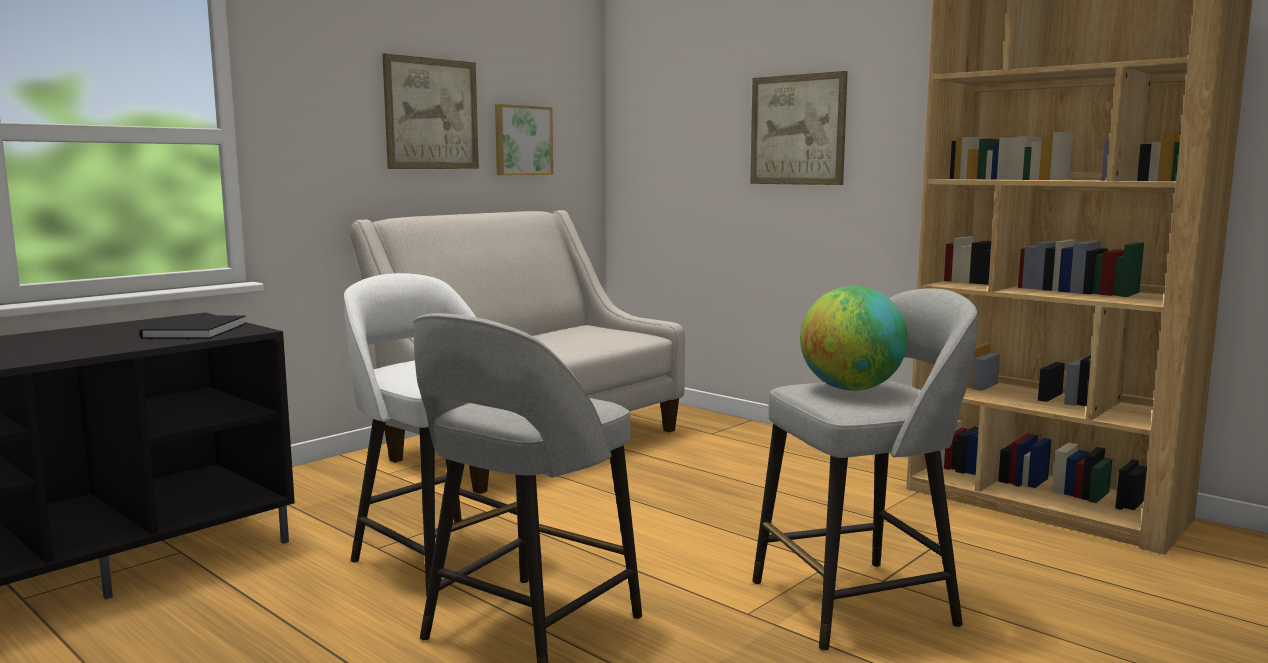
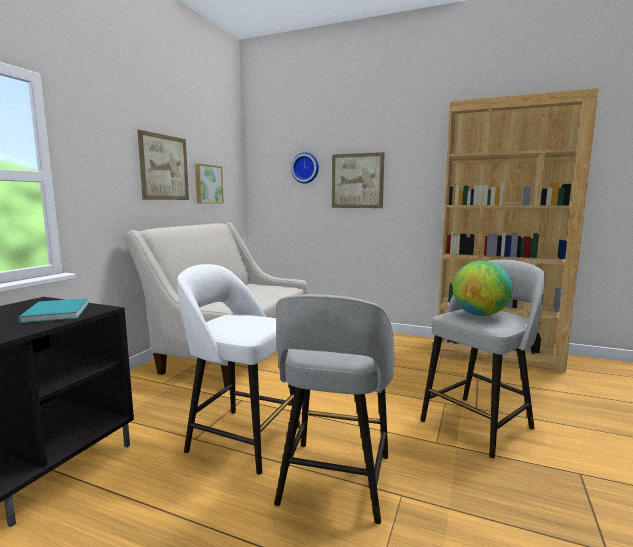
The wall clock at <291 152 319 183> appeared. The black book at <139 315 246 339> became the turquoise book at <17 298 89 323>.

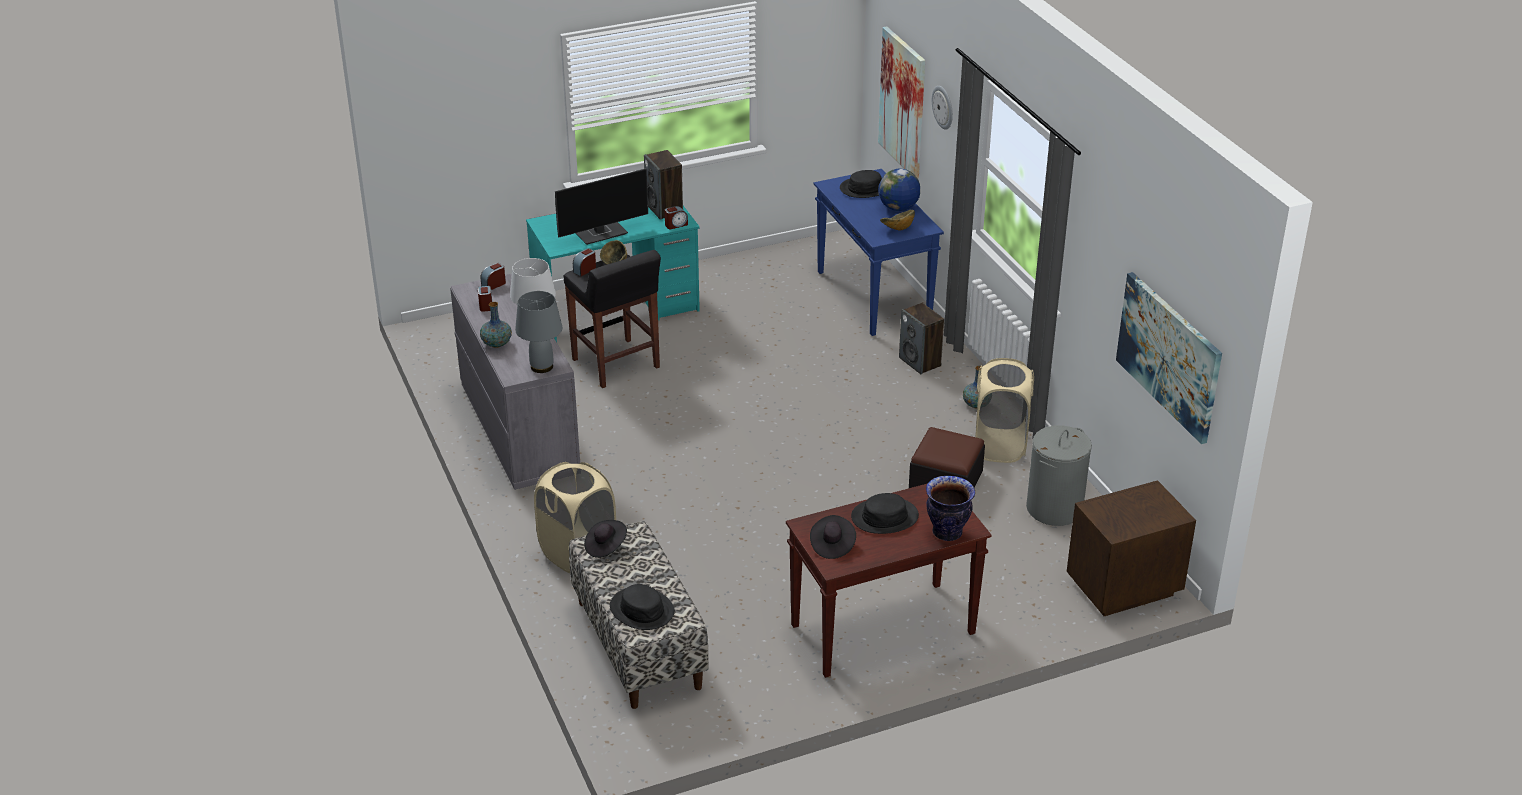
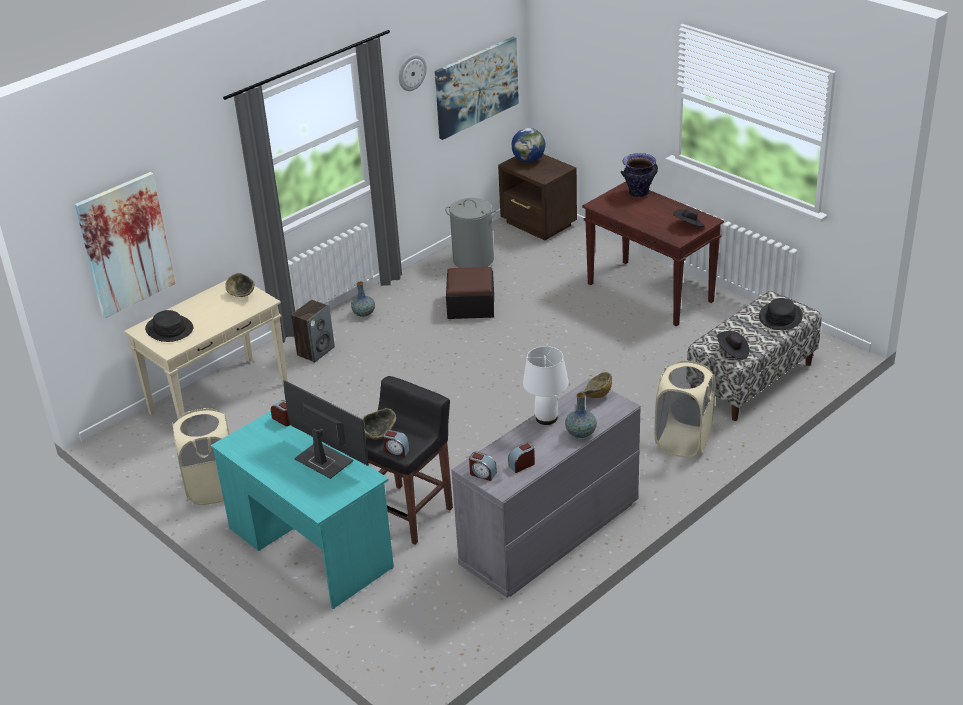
The speaker at <644 150 683 220> disappeared. The black hat at <851 493 919 534> disappeared. The globe moved from <878 169 920 211> to <512 128 546 163>. The wall clock moved from <932 86 953 130> to <399 54 427 91>. The beige laundry basket moved from <975 358 1034 463> to <172 408 229 505>. The grey table lamp at <515 291 562 373> was replaced by the bowl at <580 372 612 398>. The blue console table at <814 169 944 336> became the beige console table at <124 280 288 419>.

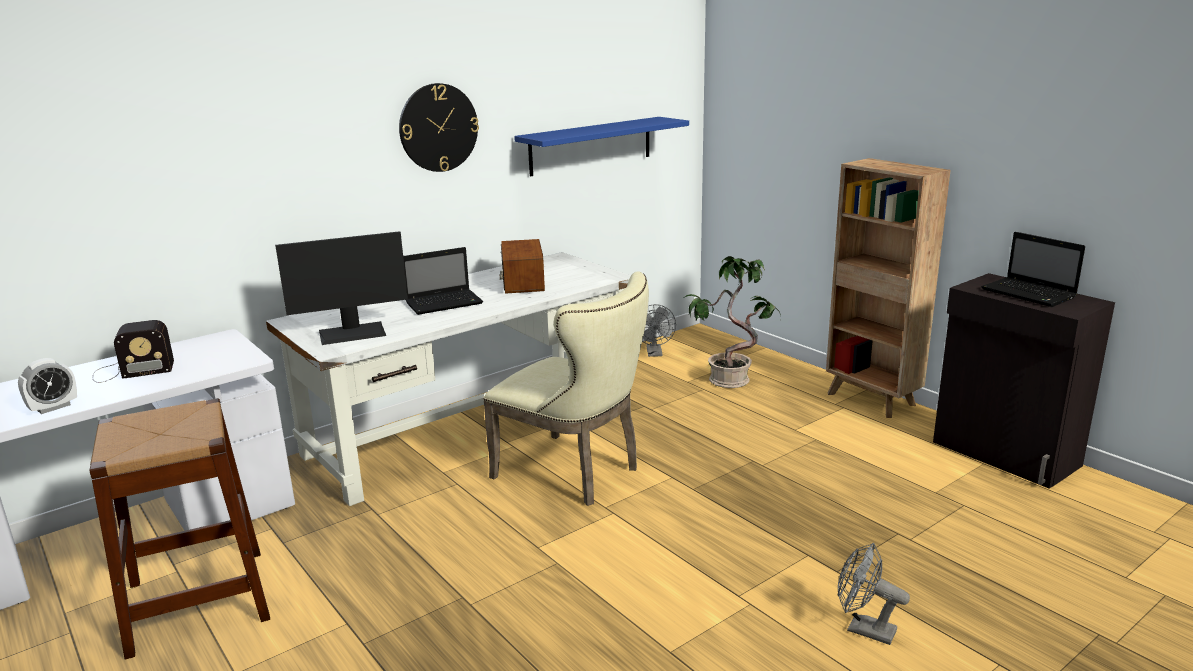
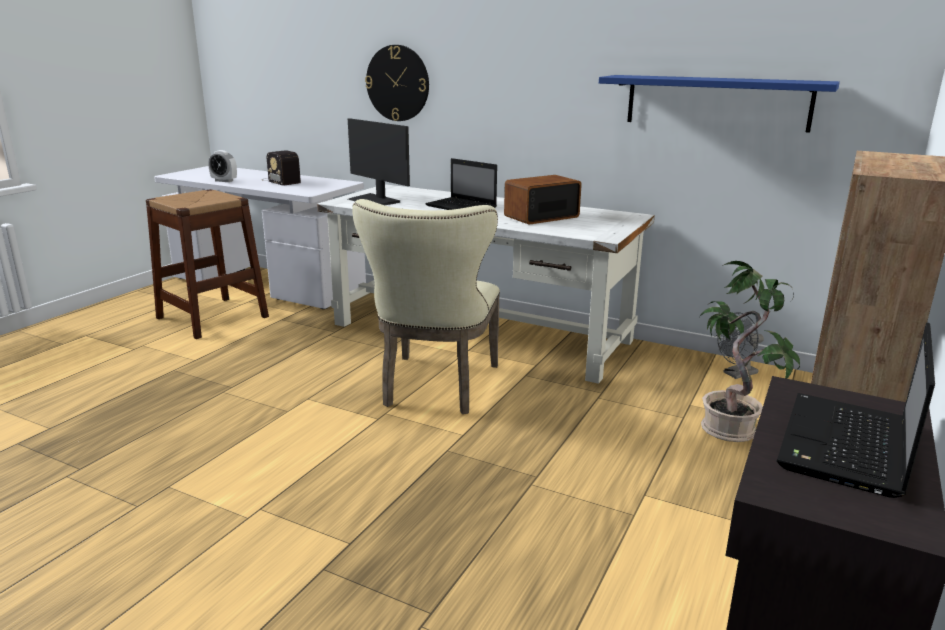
The grey fan at <838 543 910 645> disappeared. The wall clock moved from <399 83 479 172> to <365 45 429 121>.

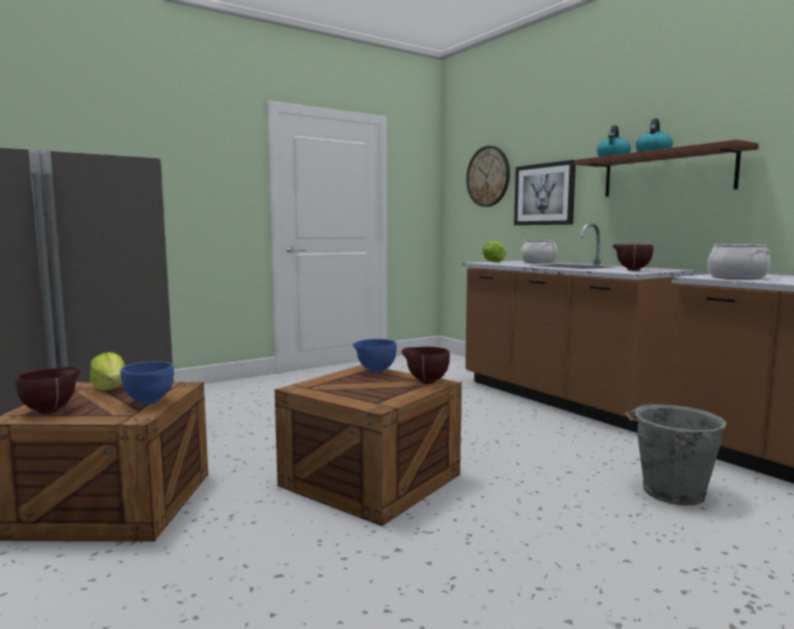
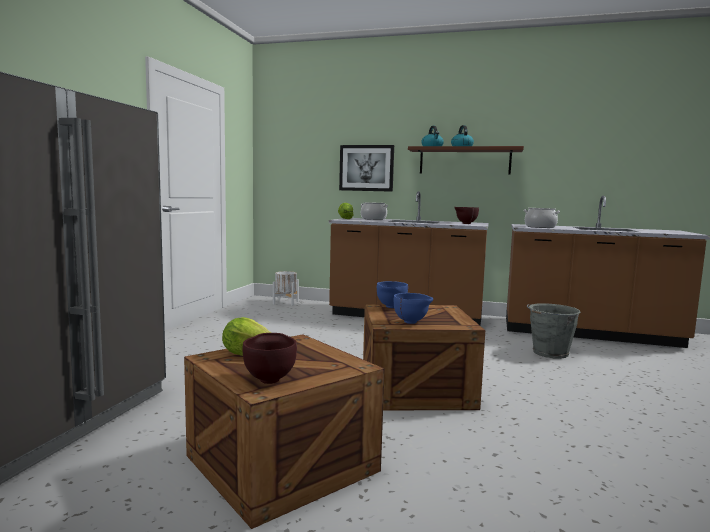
The brown bowl at <401 347 450 384> disappeared. The wall clock at <466 146 510 207> disappeared. The white planter at <273 271 299 306> appeared. The blue bowl moved from <120 361 174 405> to <394 293 433 324>.

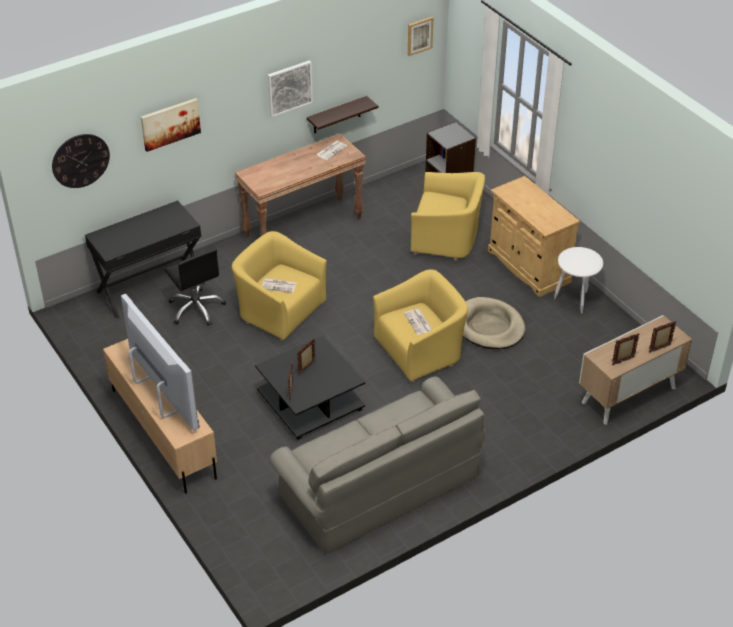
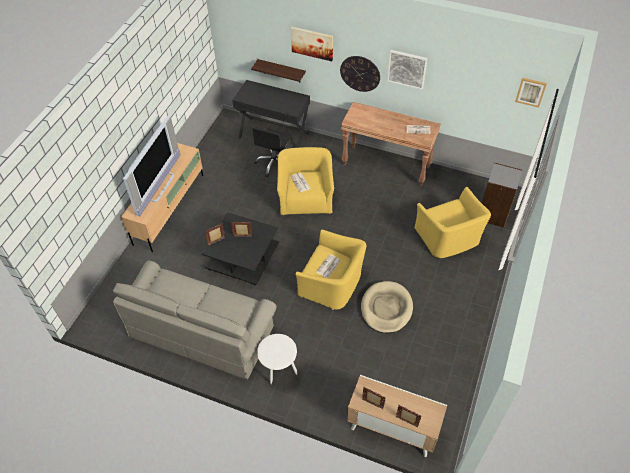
The beige cabinet at <488 176 580 297> disappeared. The wall clock moved from <52 134 110 188> to <340 56 380 92>. The shelf moved from <307 96 378 133> to <251 59 306 82>. The white side table moved from <554 247 603 314> to <257 334 297 384>.

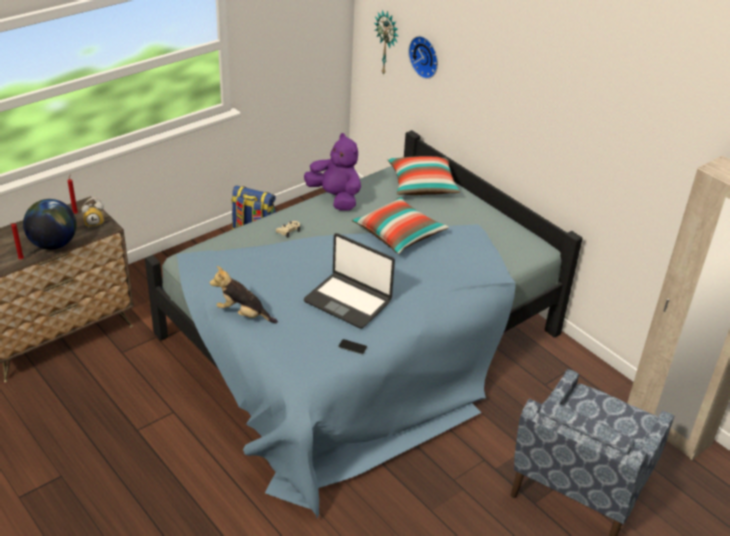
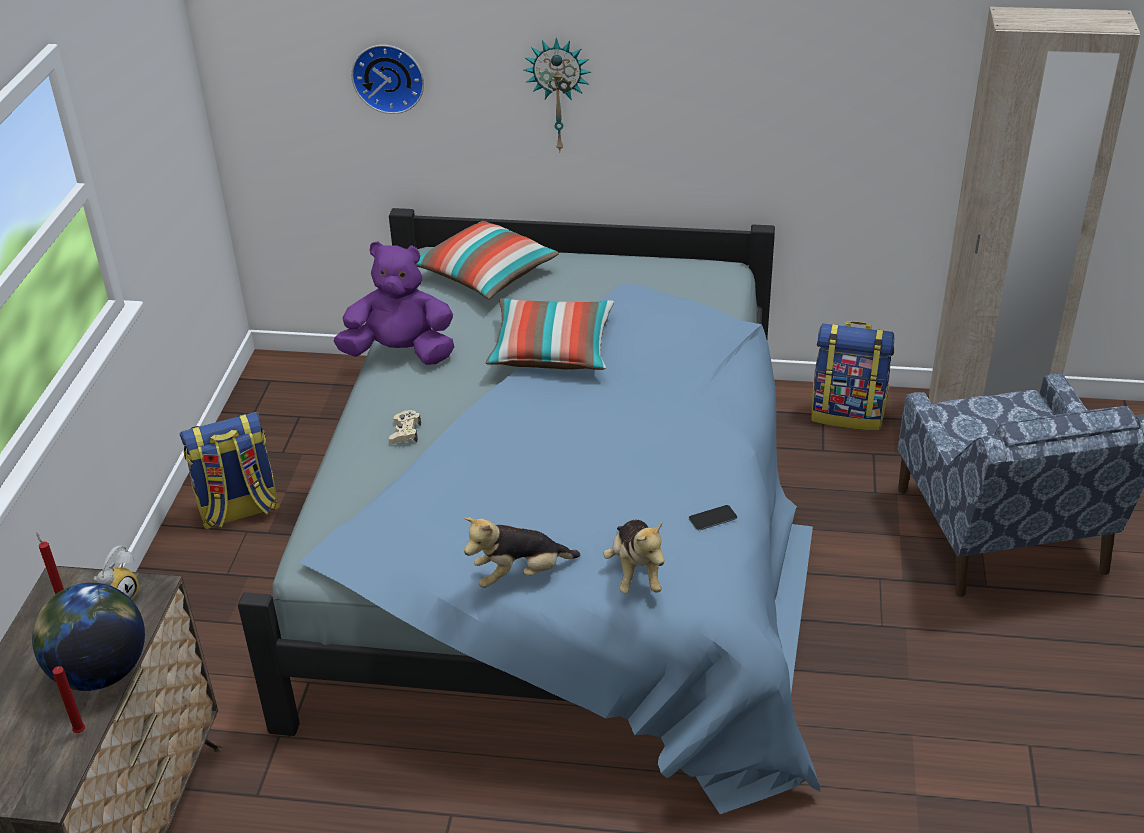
The laptop at <304 233 395 329> disappeared. The plush toy at <603 520 665 594> appeared. The backpack at <811 321 894 430> appeared. The wall clock moved from <374 10 399 76> to <524 38 591 151>.

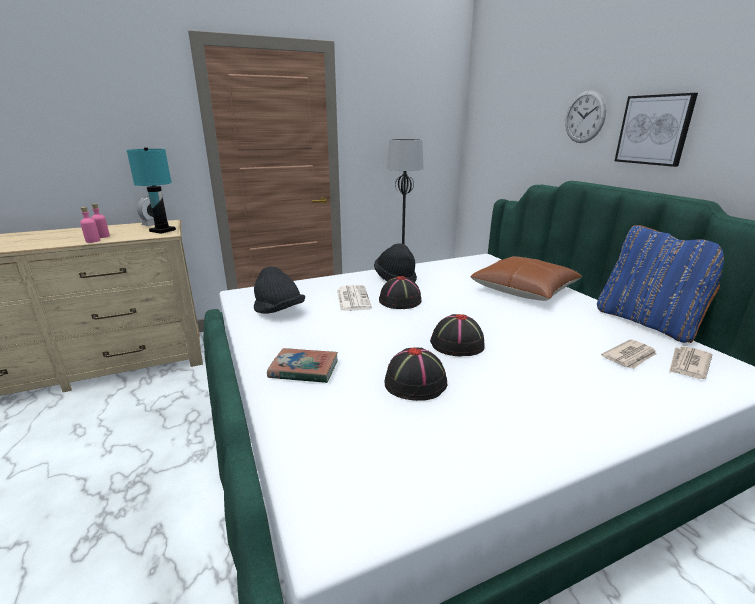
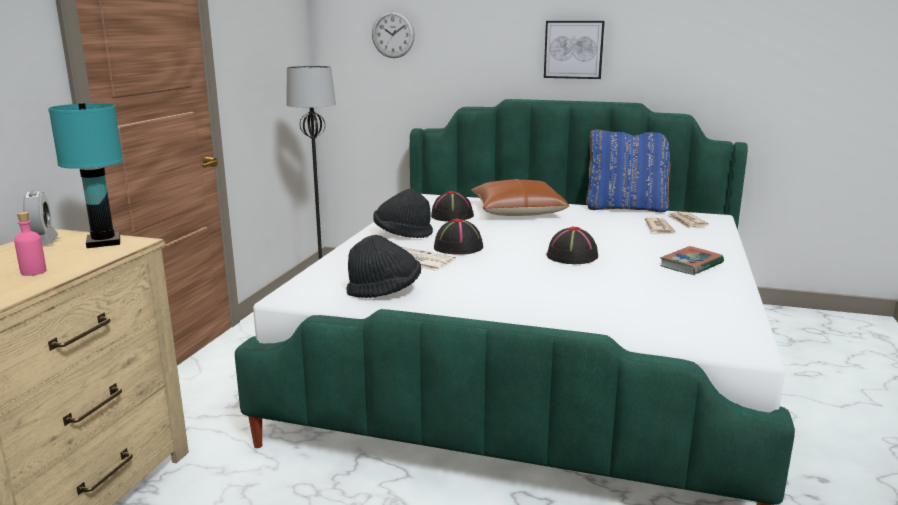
The pink bottle at <80 207 100 243> disappeared. The book moved from <267 348 338 383> to <660 246 724 275>. The black hat moved from <384 347 447 401> to <431 191 474 221>. The wall clock moved from <565 90 606 143> to <372 11 415 58>.

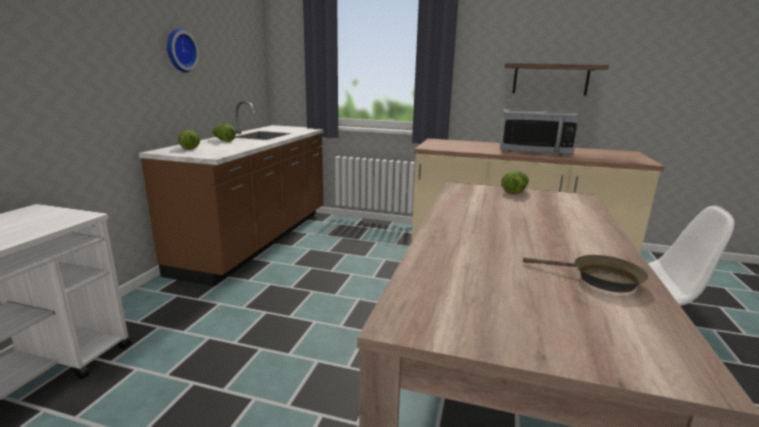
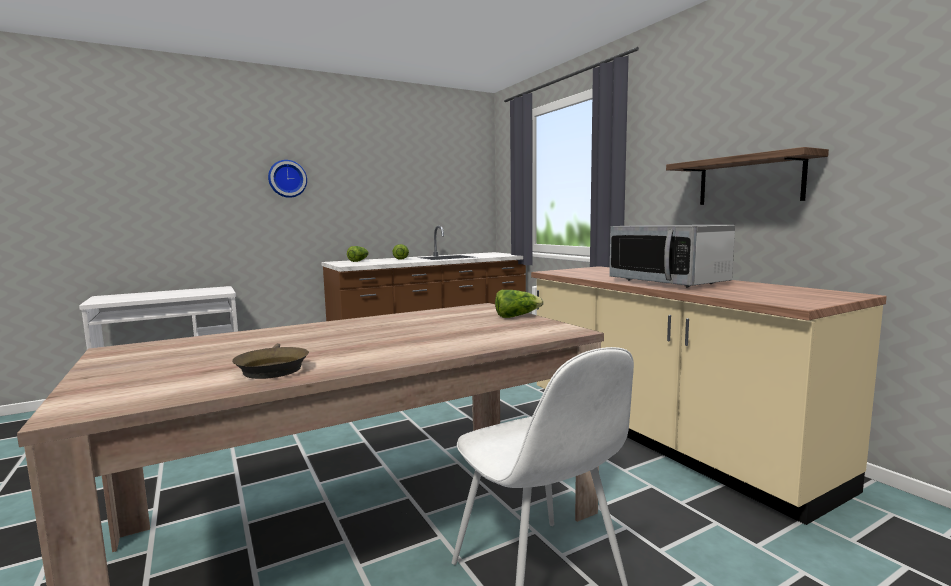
The wall clock moved from <167 28 199 73> to <268 160 307 198>.

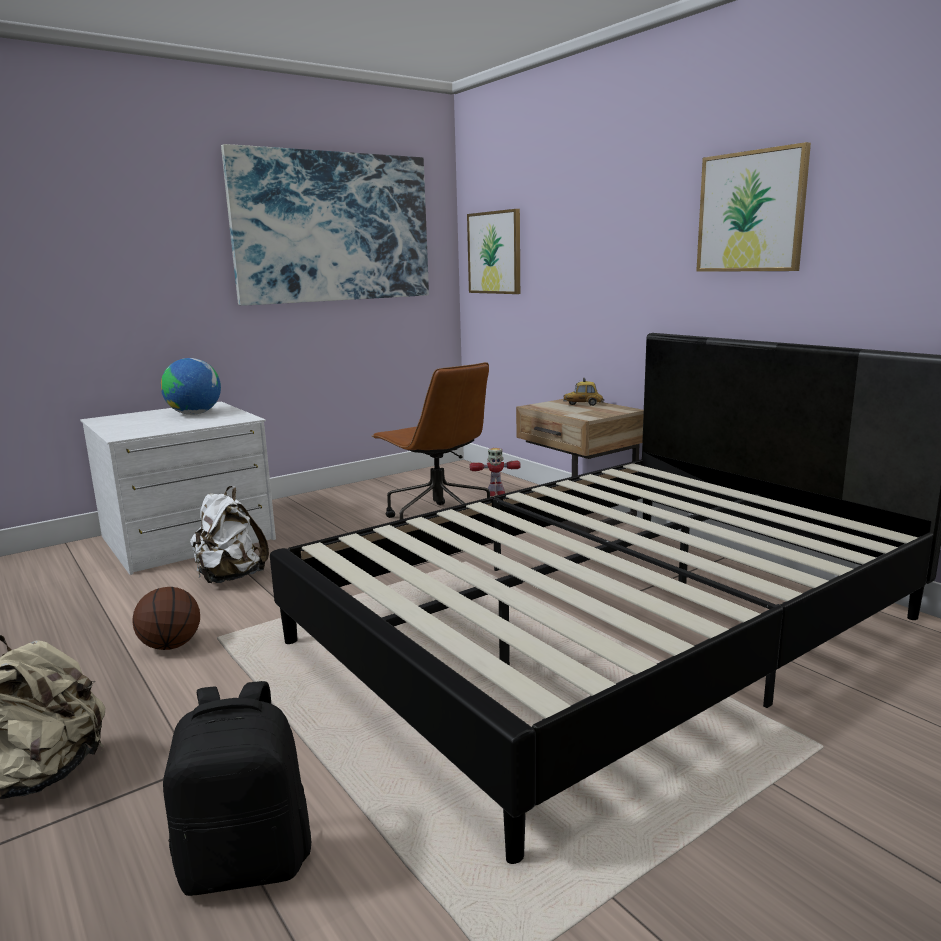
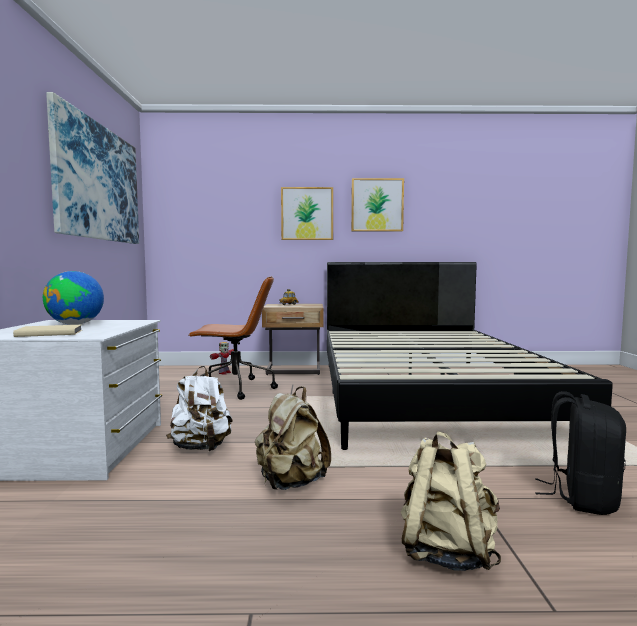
The beige book at <13 325 82 337> appeared. The picture moved from <467 209 520 294> to <281 187 333 240>. The basketball at <132 587 200 650> was replaced by the beige backpack at <255 386 331 490>.

